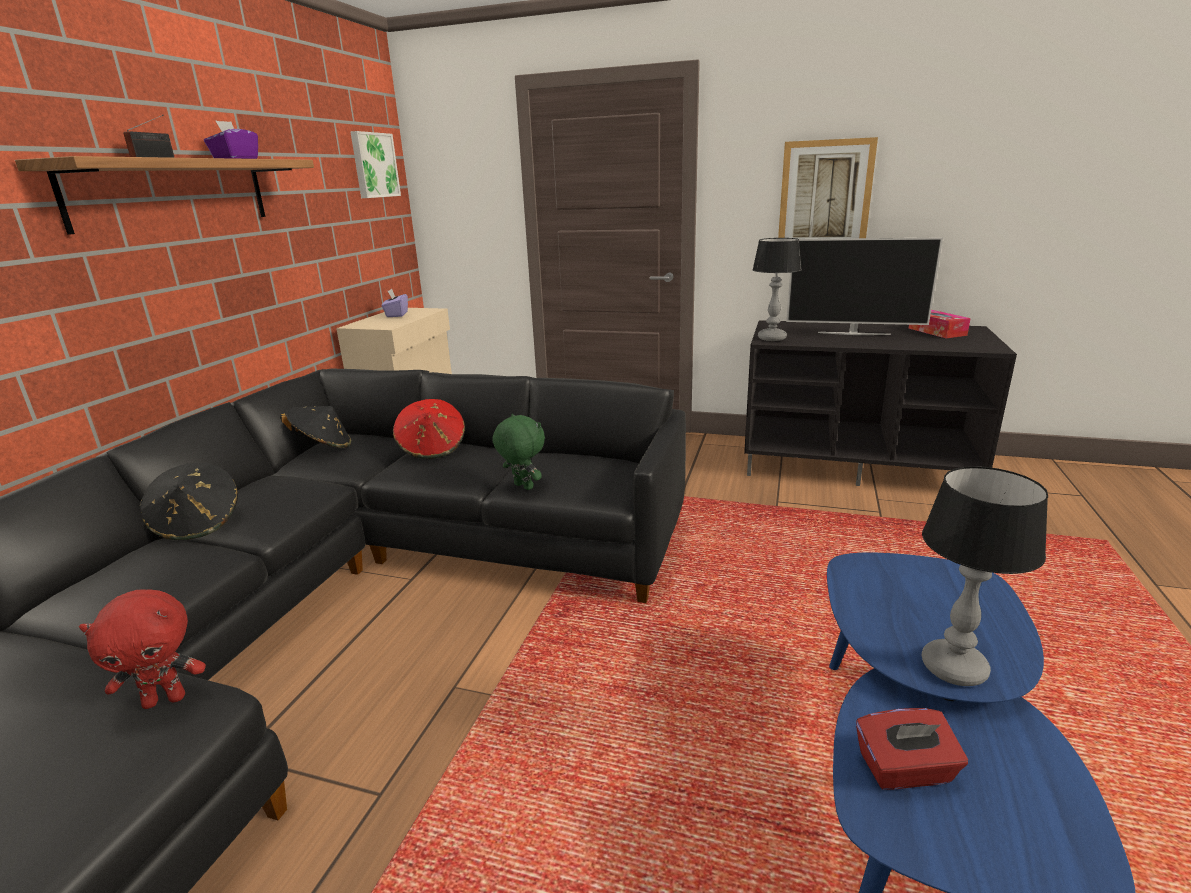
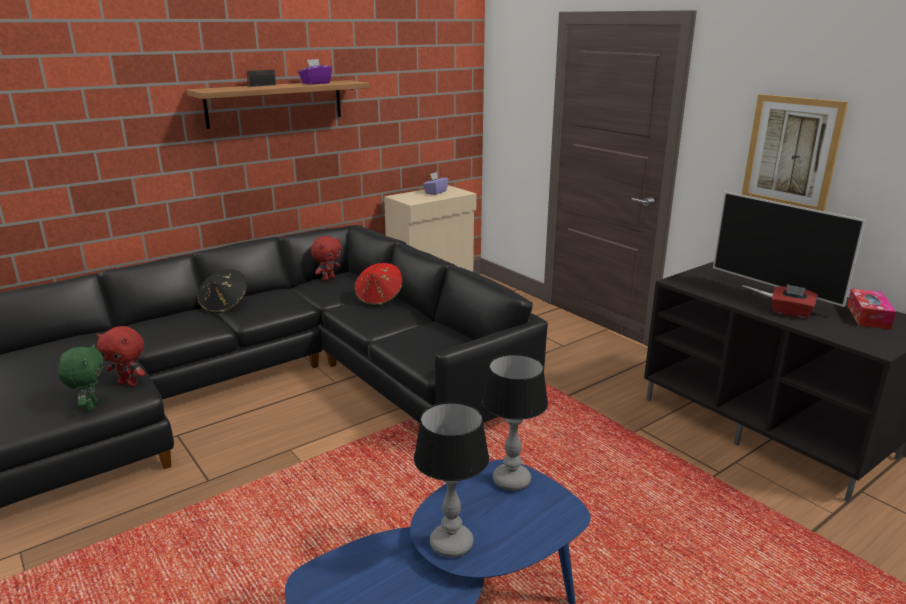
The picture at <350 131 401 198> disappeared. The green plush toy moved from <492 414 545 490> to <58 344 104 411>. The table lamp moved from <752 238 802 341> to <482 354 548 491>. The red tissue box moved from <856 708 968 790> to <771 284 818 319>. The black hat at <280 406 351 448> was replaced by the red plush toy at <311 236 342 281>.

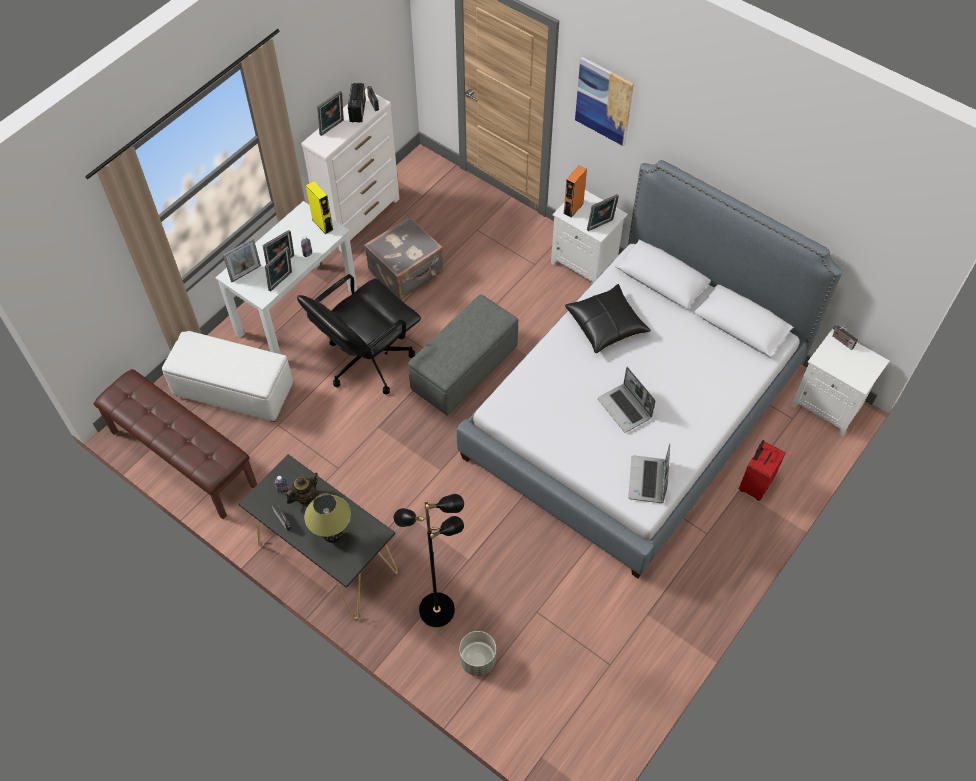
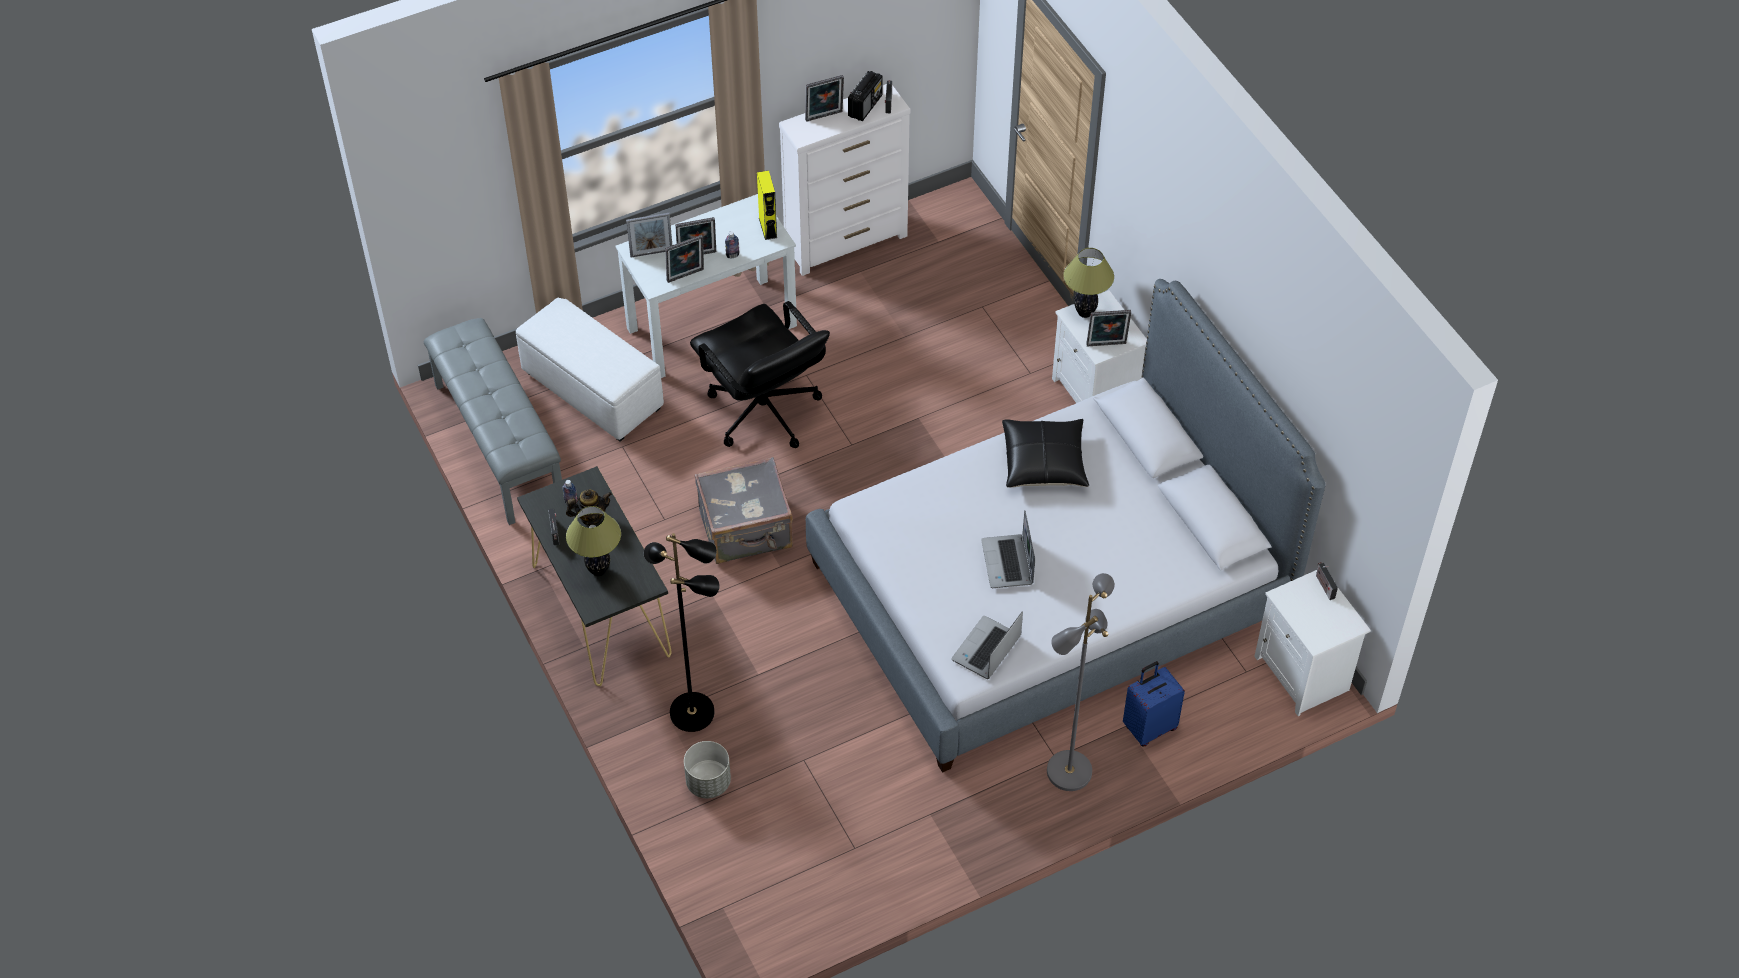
The grey ottoman at <408 295 519 416> disappeared. The picture at <575 57 634 146> disappeared. The grey floor lamp at <1047 573 1115 791> appeared. The grey suitcase moved from <364 216 444 300> to <695 457 793 564>. The orange speaker at <563 165 587 218> was replaced by the table lamp at <1064 248 1114 318>. The brown bench at <94 369 257 519> became the grey bench at <424 318 562 525>. The red suitcase at <739 440 786 501> became the blue suitcase at <1123 661 1185 747>. The black office chair at <297 274 421 394> turned 105 degrees counterclockwise.

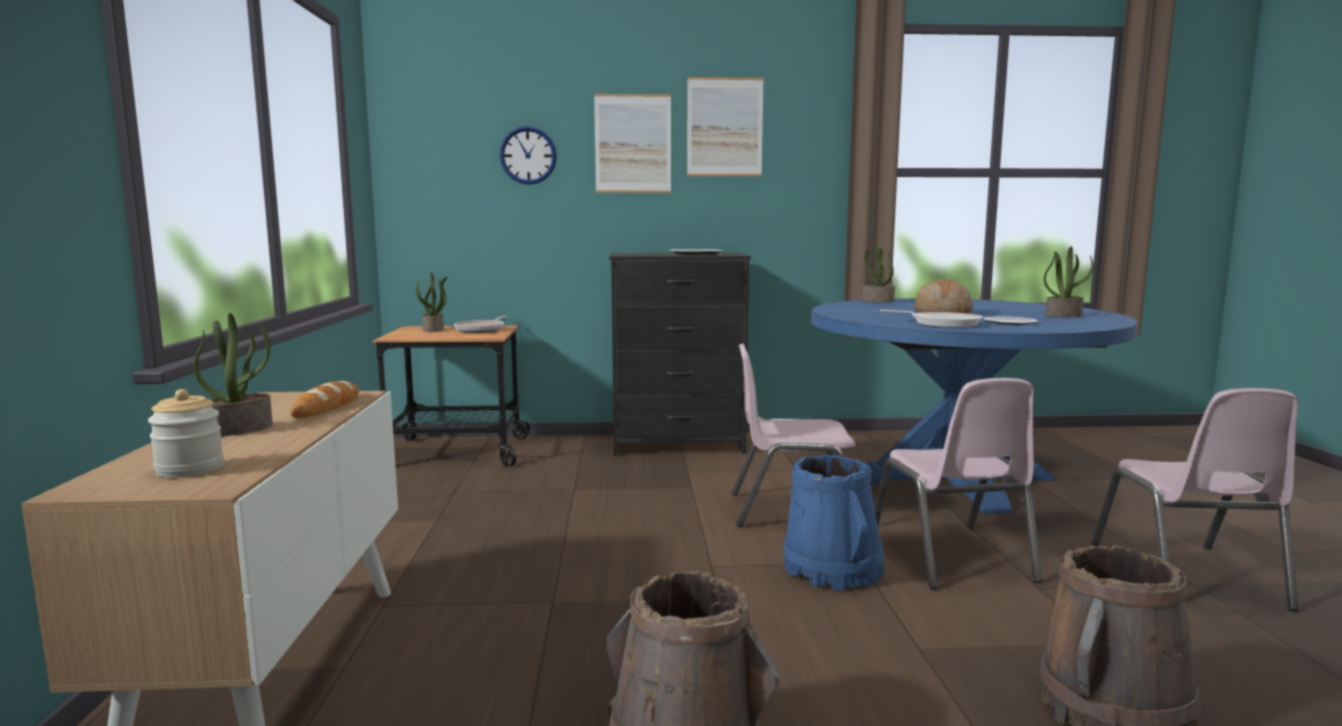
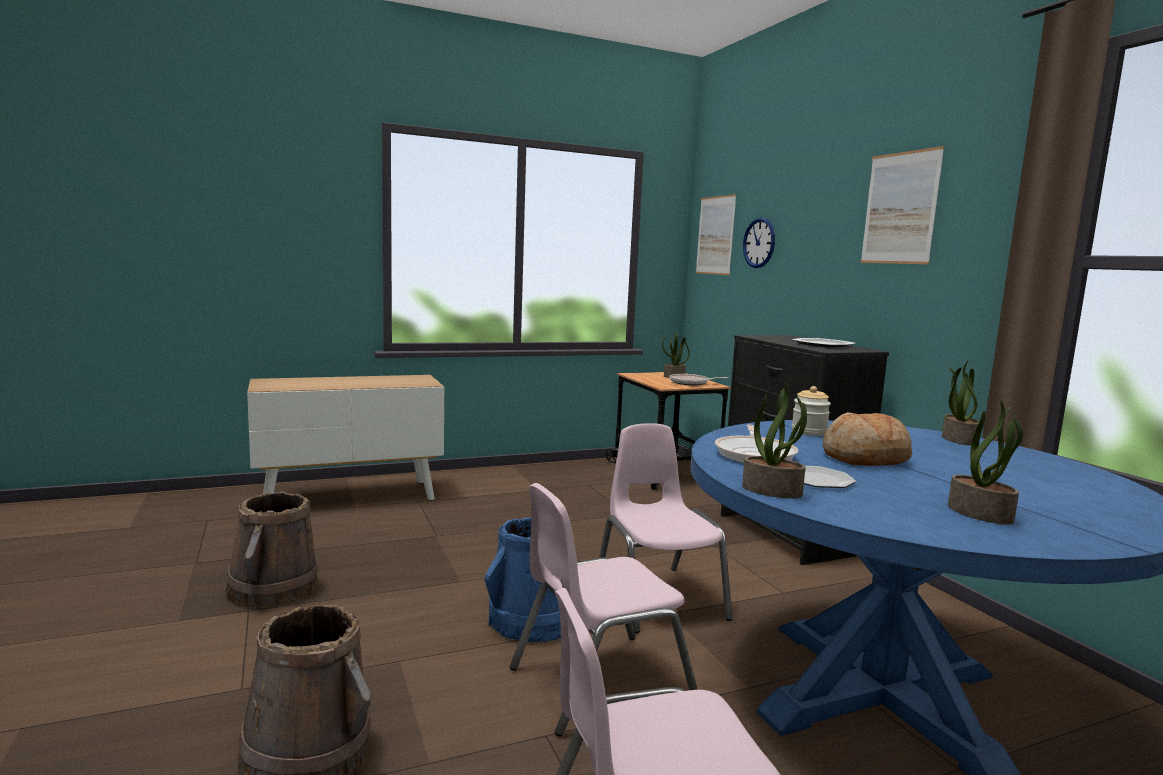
The bread at <291 381 359 418> disappeared. The jar moved from <148 389 224 478> to <792 386 831 436>. The potted plant moved from <194 313 273 436> to <742 383 807 498>. The picture moved from <594 94 671 193> to <696 194 737 275>.

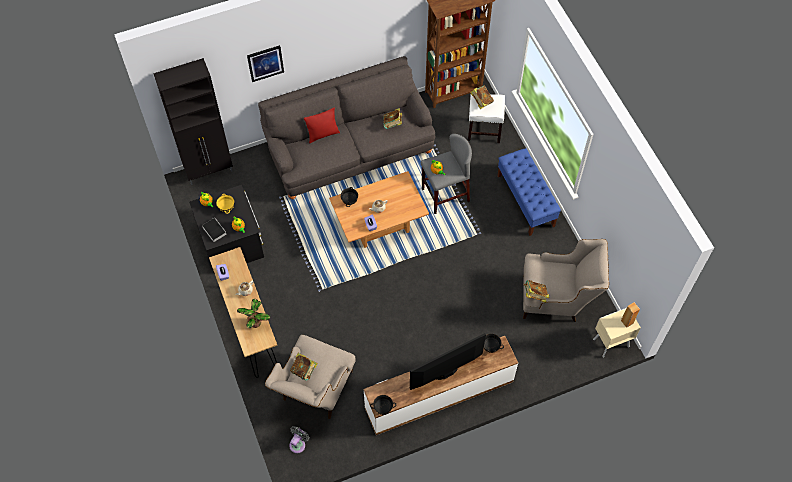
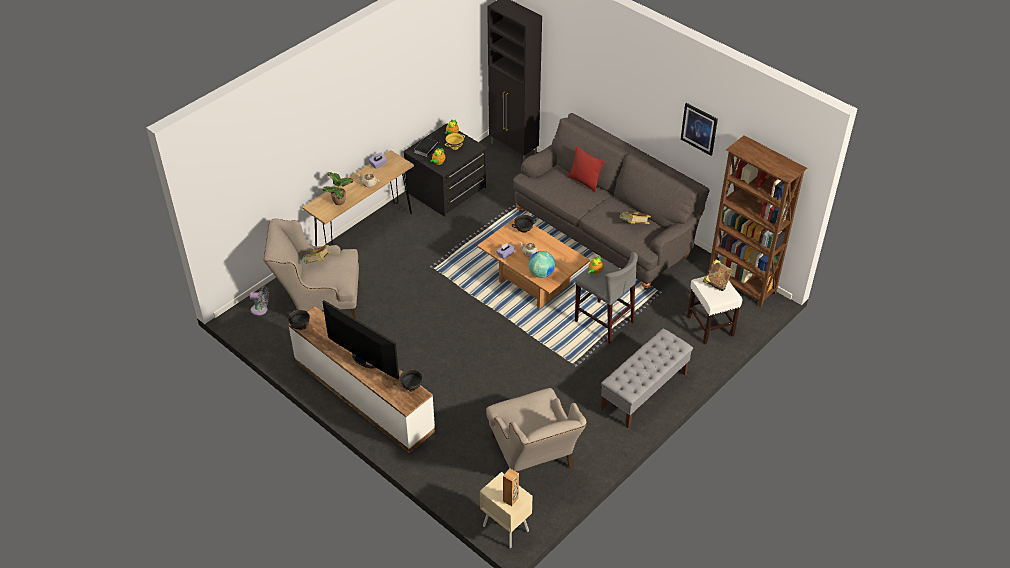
The book at <524 280 550 303> disappeared. The globe at <528 251 555 278> appeared. The picture moved from <247 45 284 82> to <681 103 718 156>. The blue bench at <497 148 561 236> became the grey bench at <601 329 693 428>.

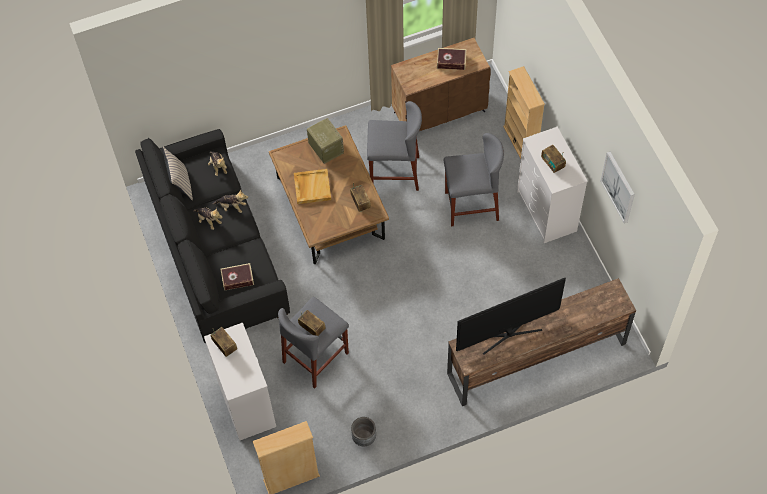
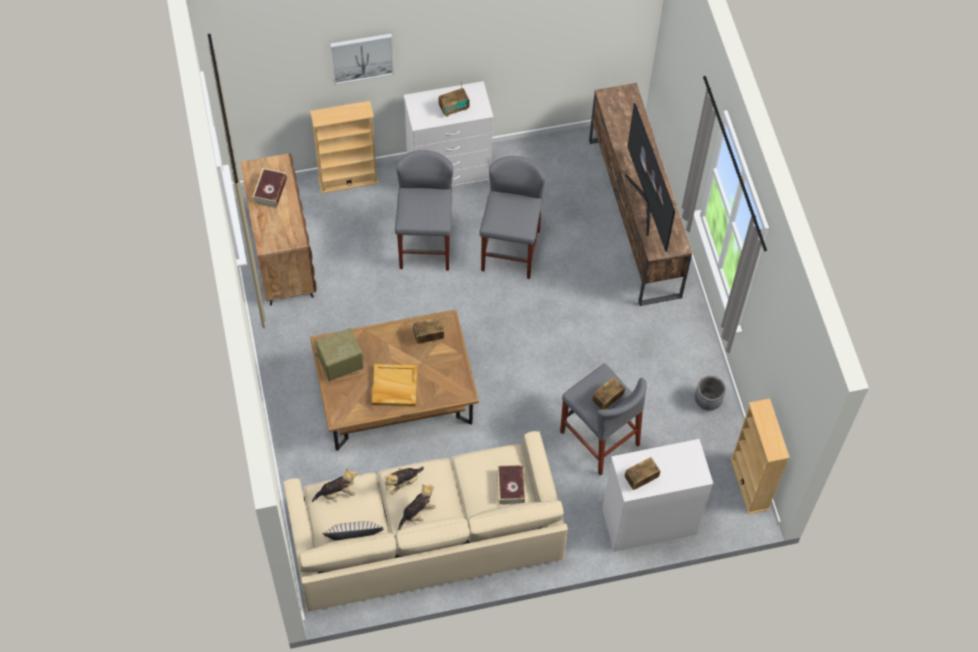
The grey stool moved from <367 101 422 191> to <479 156 545 279>. The picture moved from <601 152 635 223> to <330 34 394 85>. The black sofa at <135 129 290 343> became the beige sofa at <284 431 568 612>. The plush toy at <213 189 248 213> turned 150 degrees counterclockwise.

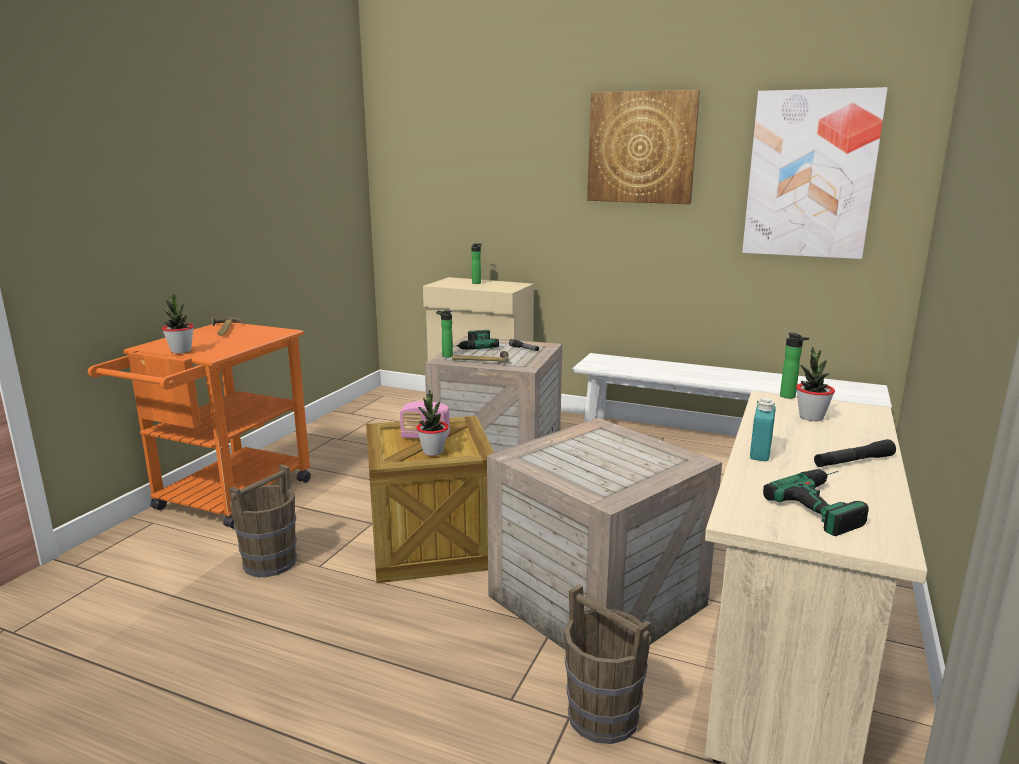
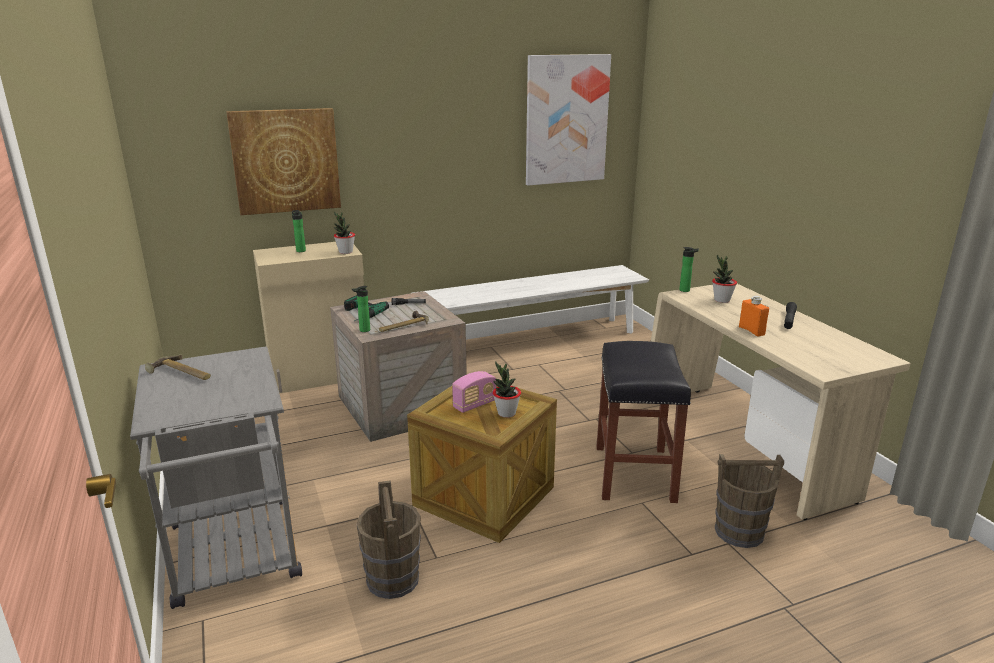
The power drill at <763 469 869 536> disappeared. The potted plant moved from <162 293 194 354> to <334 211 355 254>. The picture moved from <587 90 700 204> to <226 108 341 215>. The crate at <487 418 722 650> was replaced by the black stool at <596 341 691 503>. The orange cart at <88 323 311 528> became the grey cart at <130 347 302 609>. The turquoise bottle at <750 398 776 462> became the orange bottle at <739 296 769 336>.

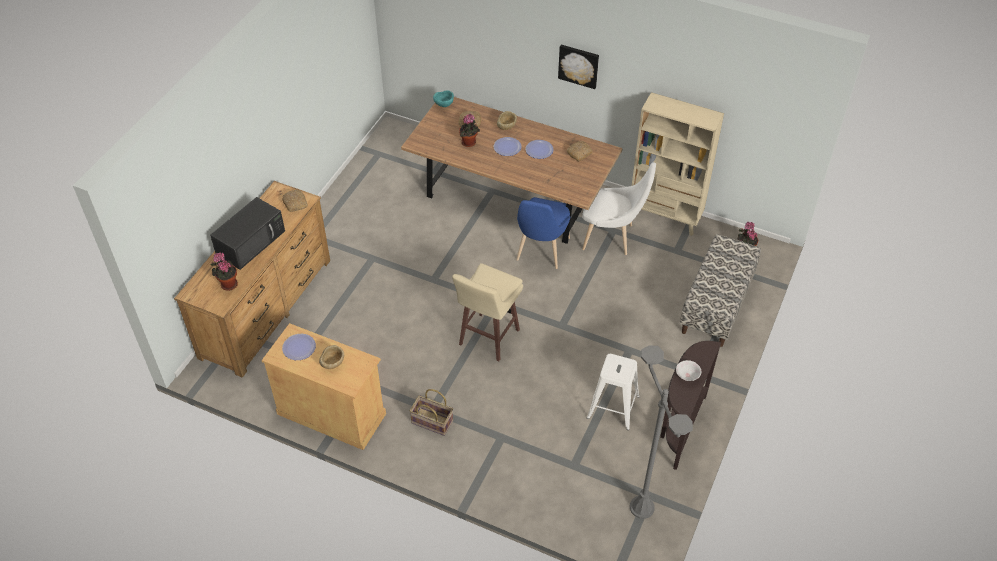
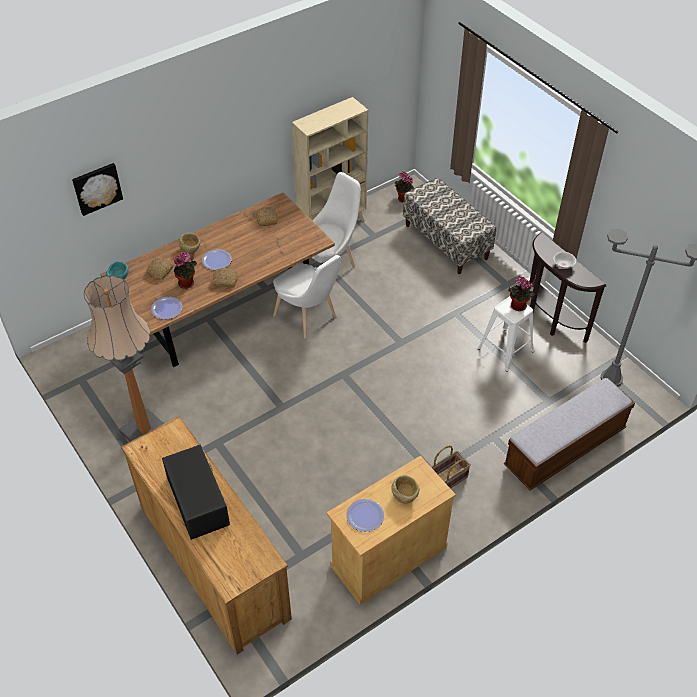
The beige stool at <452 263 523 362> disappeared. The floor lamp at <84 275 164 442> appeared. The bench at <504 378 635 491> appeared. The potted plant moved from <211 252 238 291> to <508 276 534 311>. The bread moved from <282 190 308 212> to <213 268 239 287>. The plate moved from <525 140 554 159> to <151 297 183 320>. The picture moved from <558 45 599 89> to <72 163 123 216>. The blue chair at <516 197 570 269> became the white chair at <273 255 341 339>.

